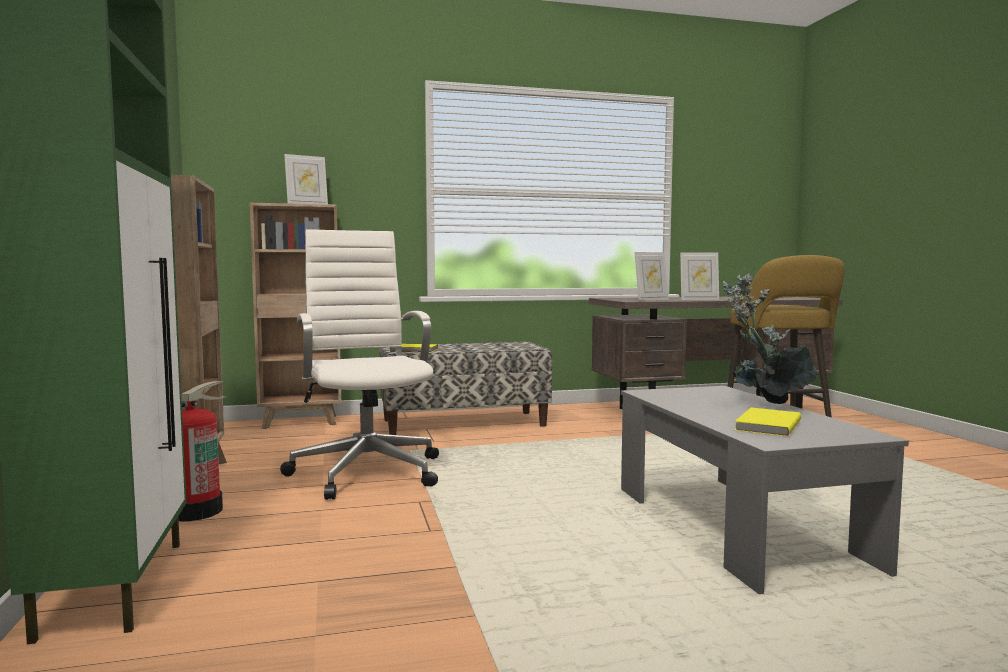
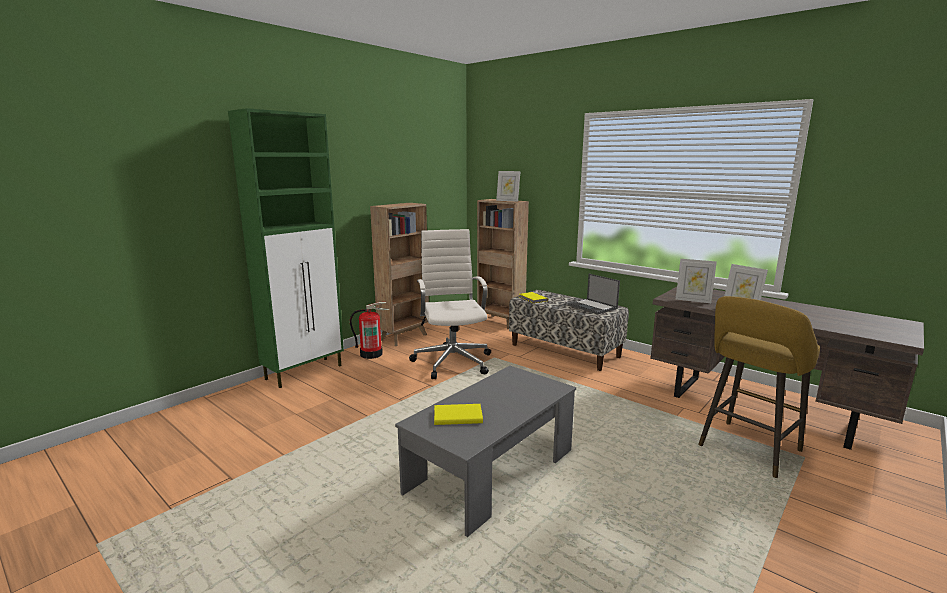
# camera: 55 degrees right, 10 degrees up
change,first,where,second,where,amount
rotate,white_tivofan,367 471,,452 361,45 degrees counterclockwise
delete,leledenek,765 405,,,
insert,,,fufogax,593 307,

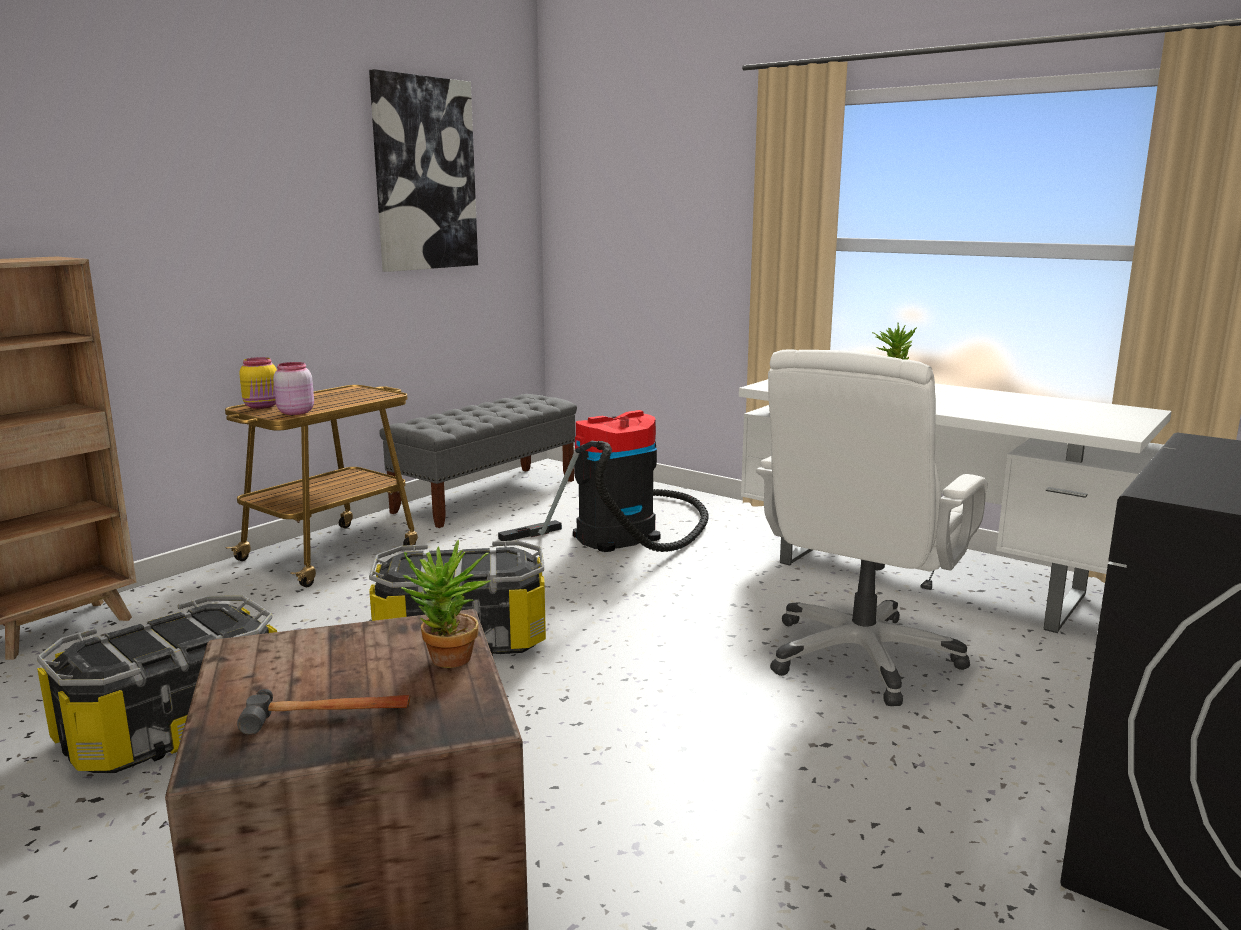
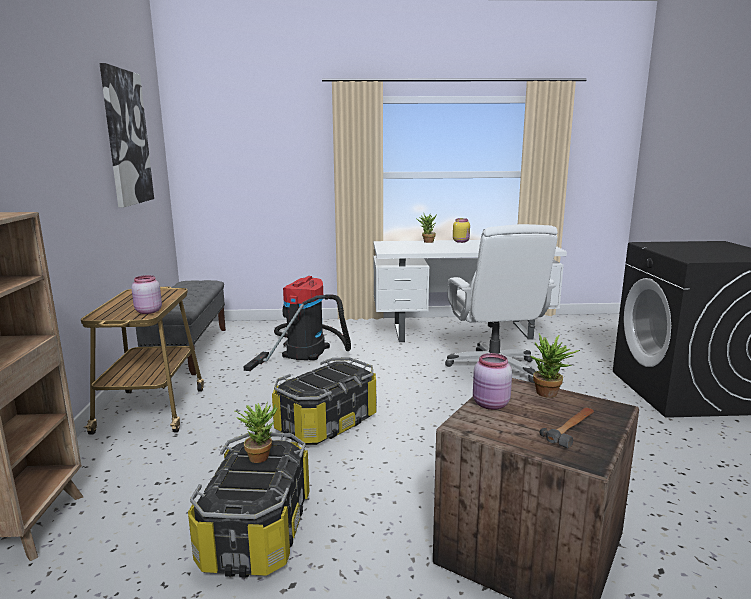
# camera: 40 degrees left, 0 degrees up
change,first,where,second,where,amount
move,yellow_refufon,262 406,,461 241,
insert,,,pink_refufon,491 405,
insert,,,leledenek,260 455,

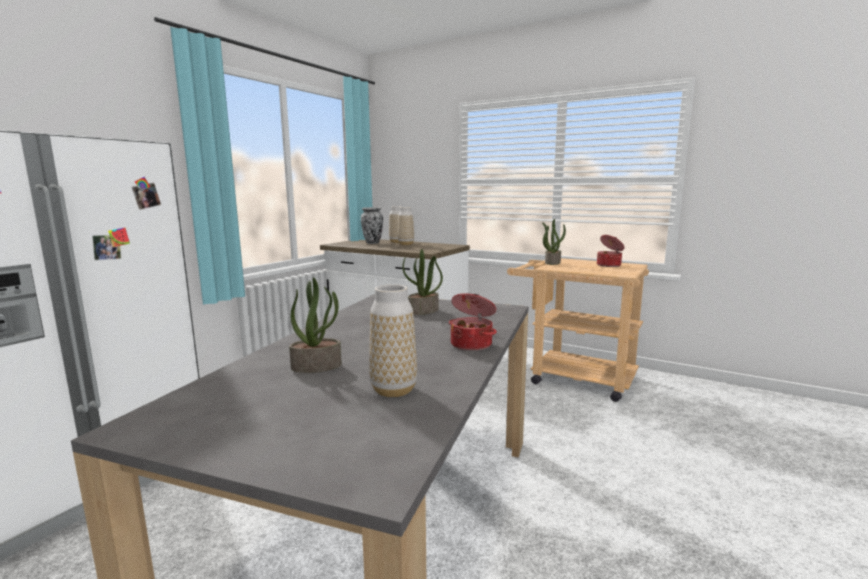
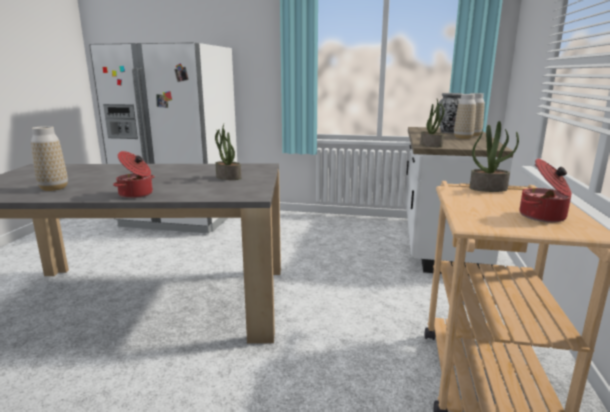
# camera: 70 degrees right, 5 degrees up
change,first,where,second,where,amount
move,leledenek,317 366,,431 145,

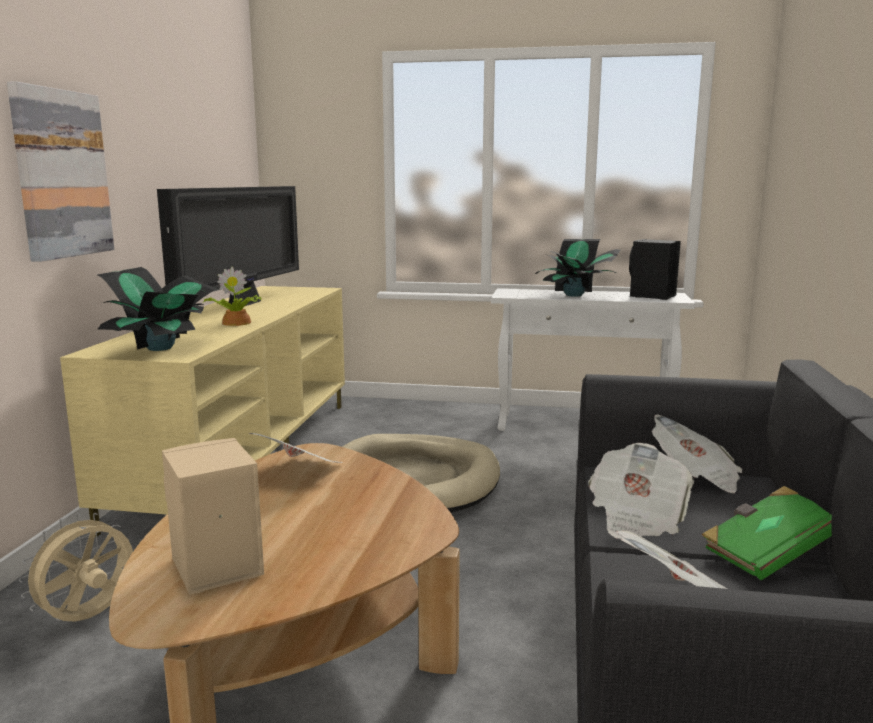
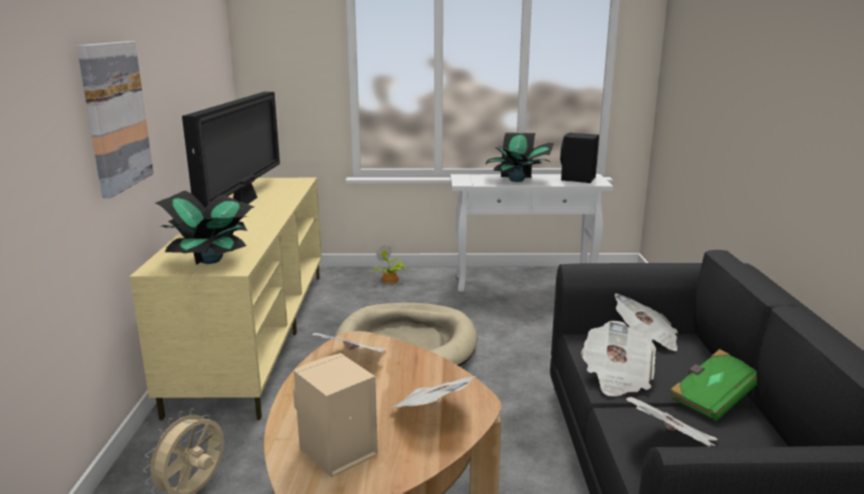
# camera: 10 degrees left, 5 degrees up
change,first,where,second,where,amount
move,leledenek,235 323,,390 280,
insert,,,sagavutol,432 412,

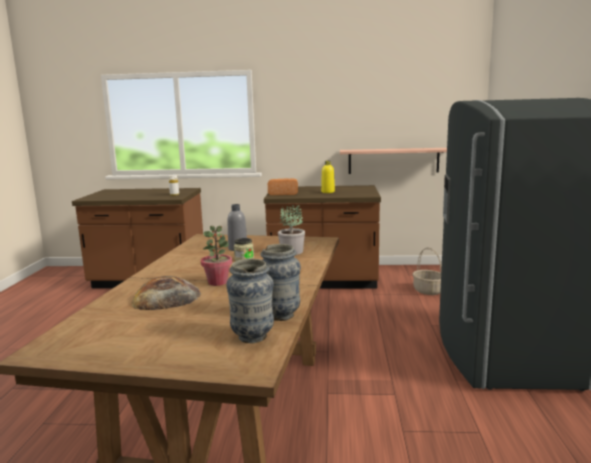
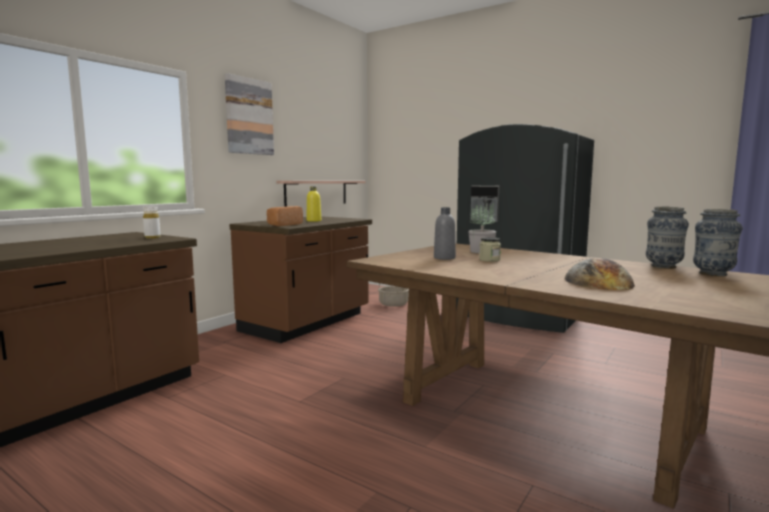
# camera: 60 degrees left, 5 degrees down
change,first,where,second,where,amount
delete,leledenek,218 282,,,
insert,,,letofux,249 116,

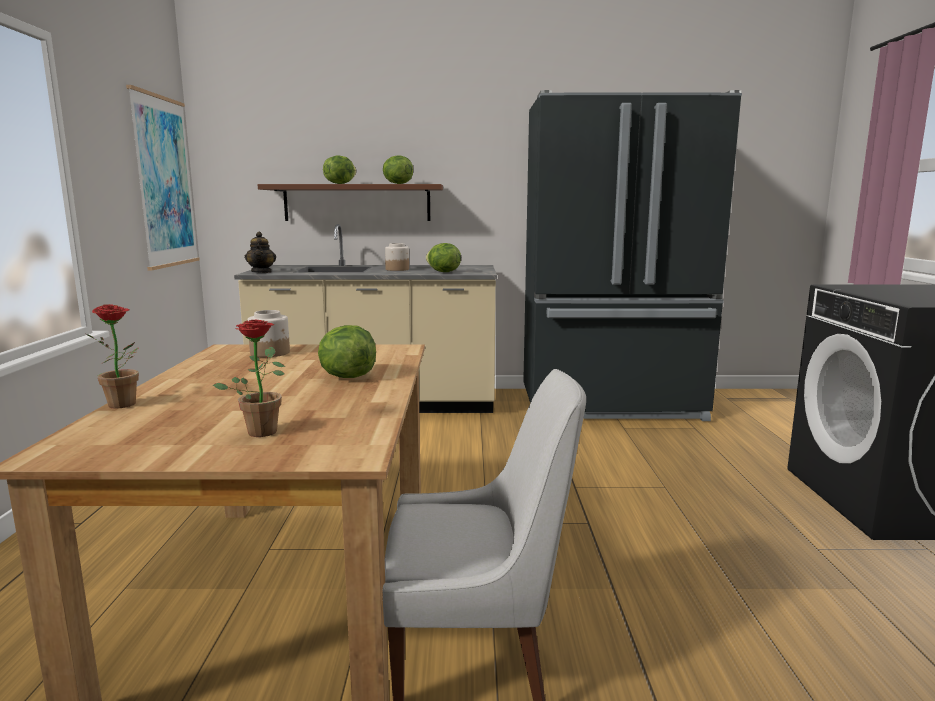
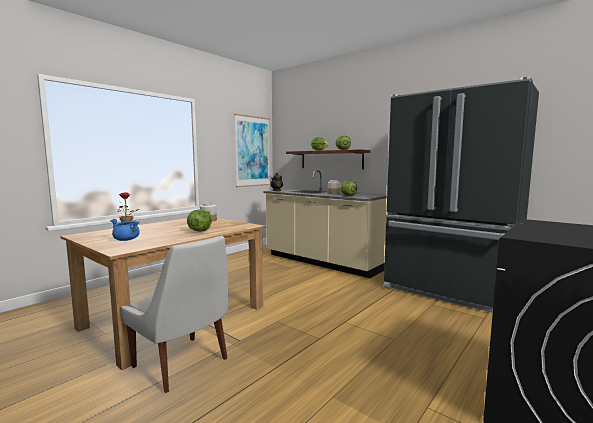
# camera: 40 degrees right, 5 degrees down
change,first,where,second,where,amount
replace,leledenek,262 430,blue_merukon,127 240,

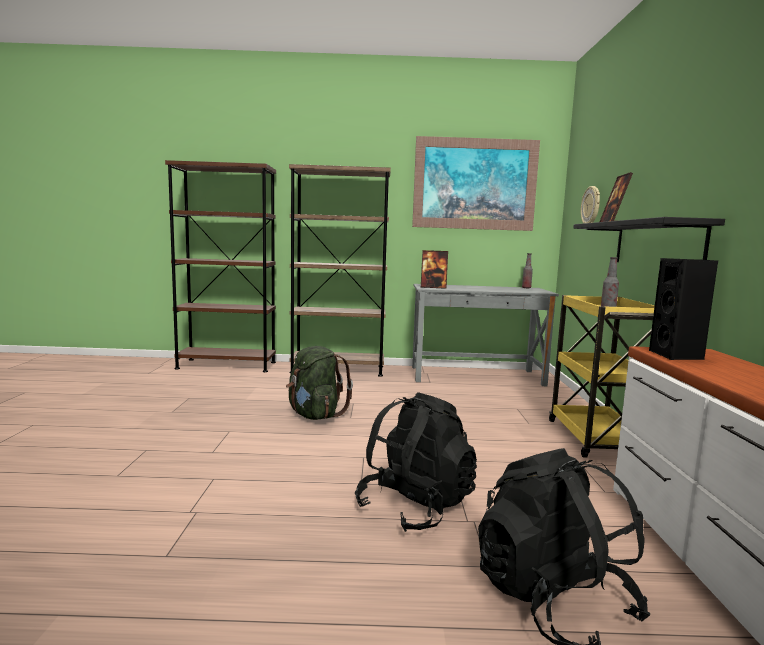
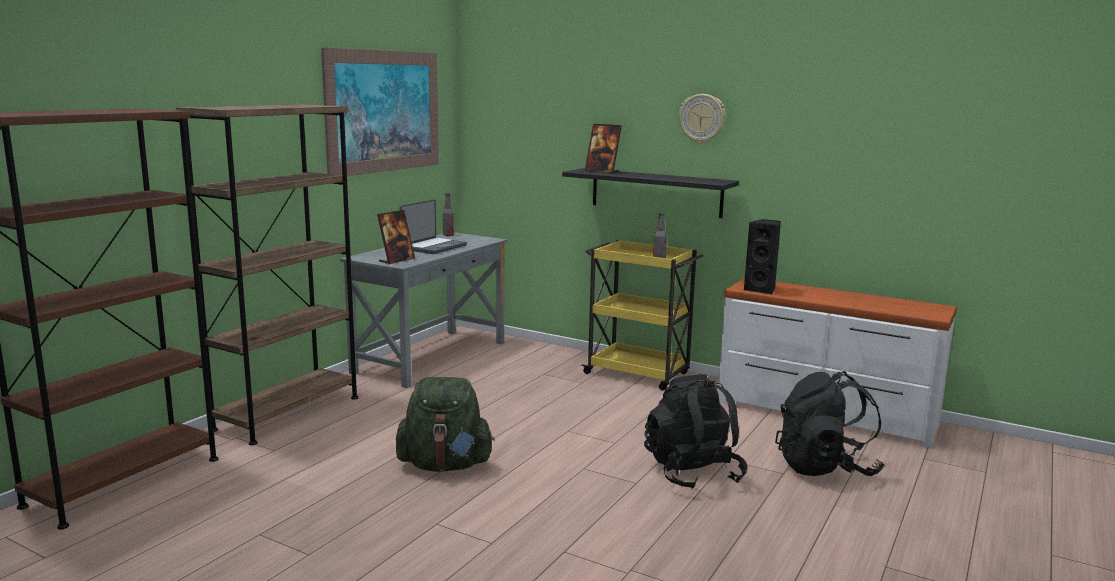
# camera: 60 degrees left, 5 degrees up
change,first,where,second,where,amount
move,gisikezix,591 206,,702 118,
insert,,,fufogax,433 247,

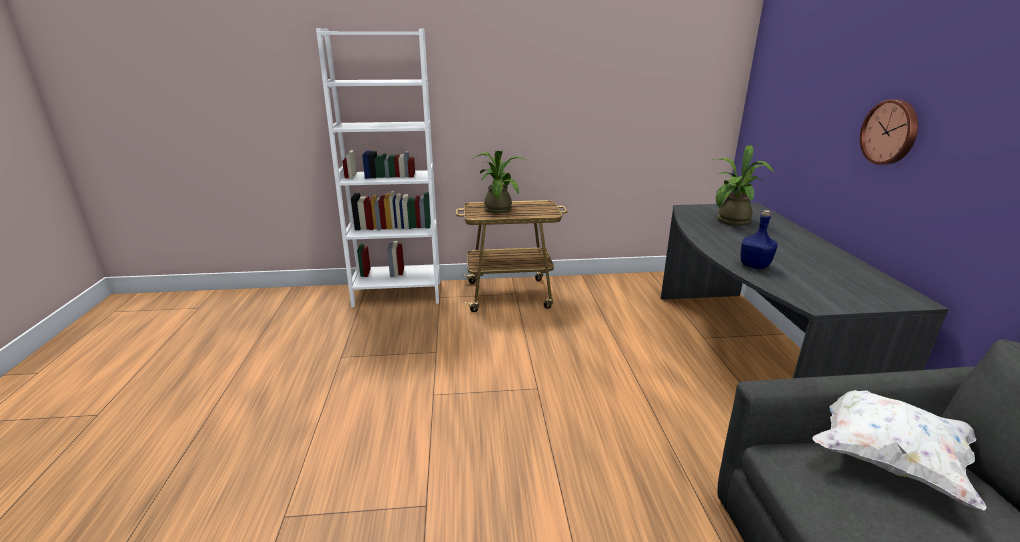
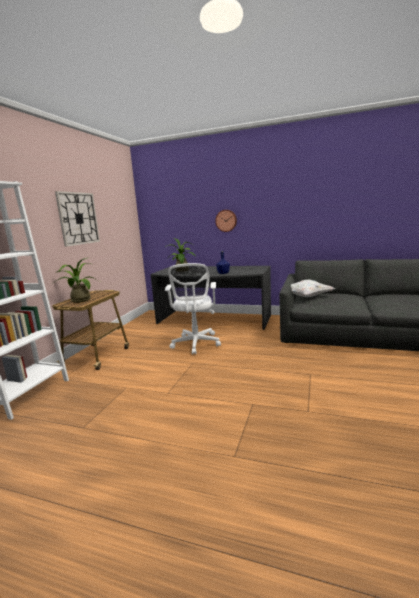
# camera: 65 degrees left, 10 degrees down
change,first,where,second,where,amount
insert,,,gisikezix,78 218,
insert,,,white_tivofan,196 344,

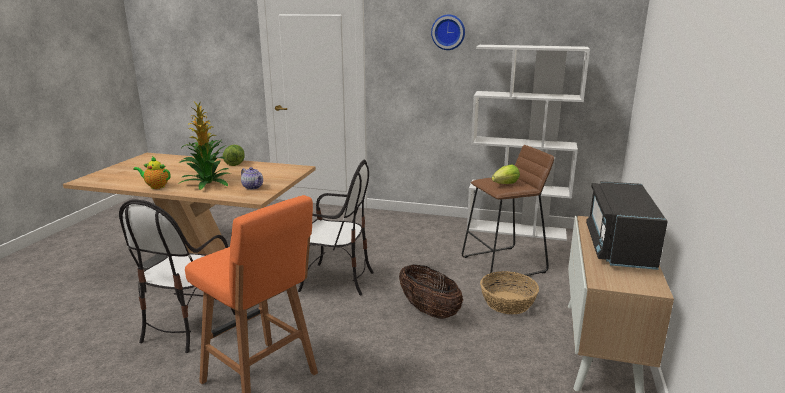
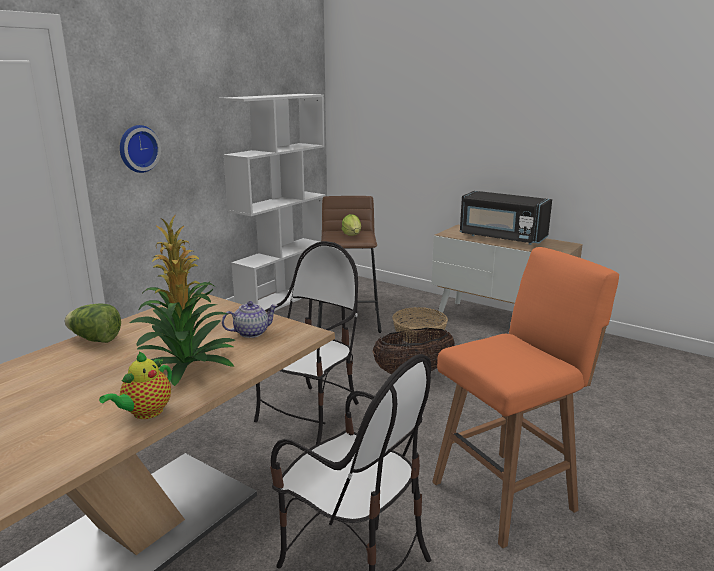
# camera: 70 degrees left, 0 degrees up
change,first,where,second,where,amount
move,gisikezix,448 32,,137 148,

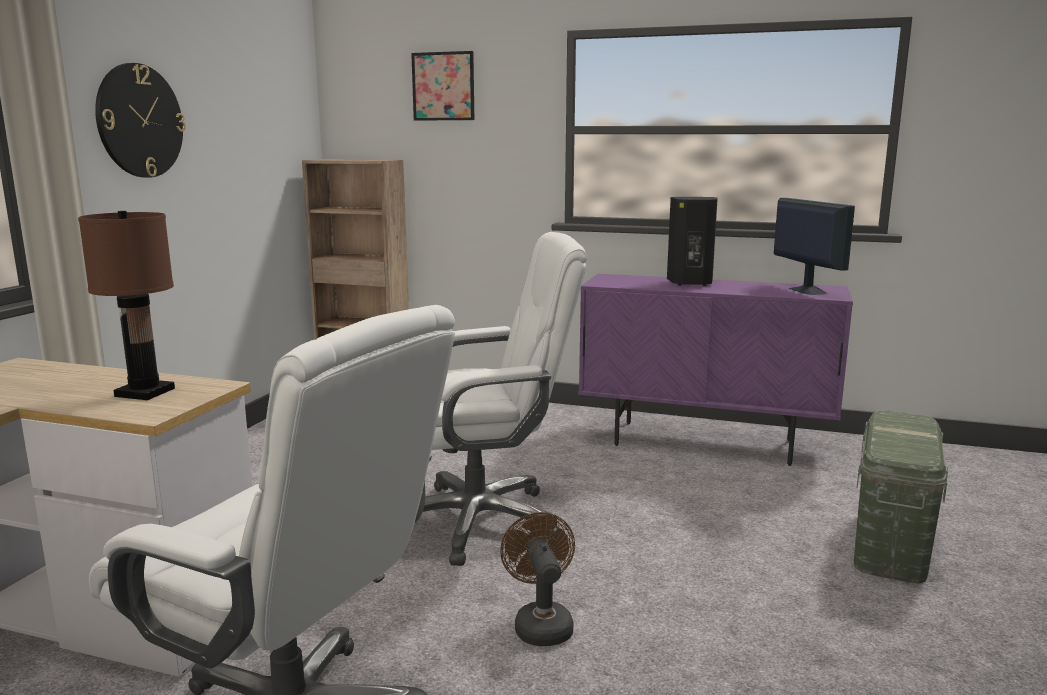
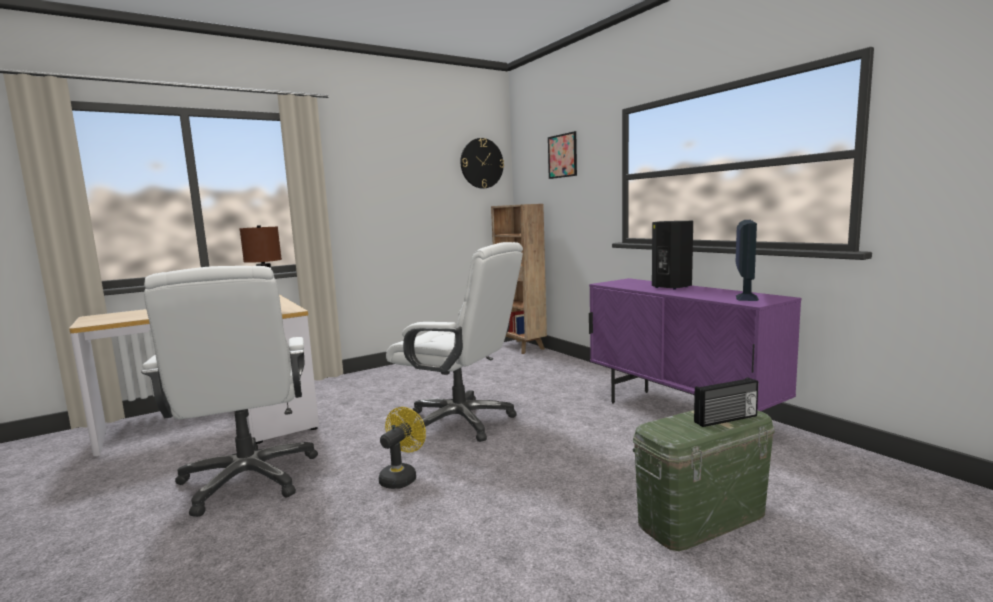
# camera: 40 degrees right, 5 degrees down
change,first,where,second,where,amount
move,gisikezix,139 121,,481 163,
recolor,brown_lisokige,541 623,yellow_lisokige,401 477,
insert,,,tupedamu,726 419,

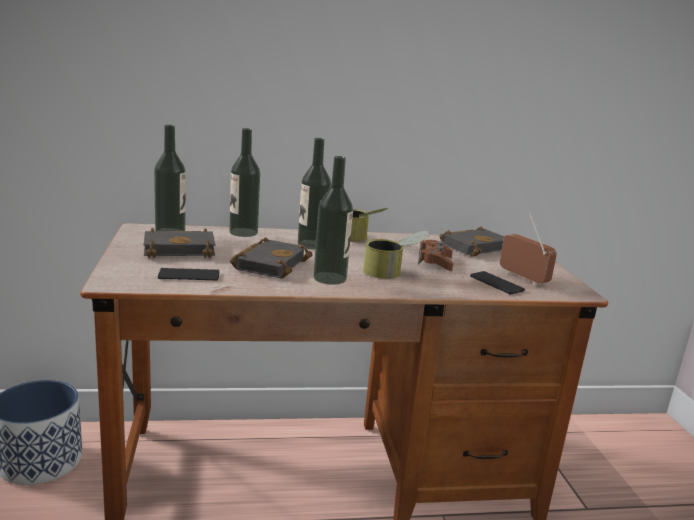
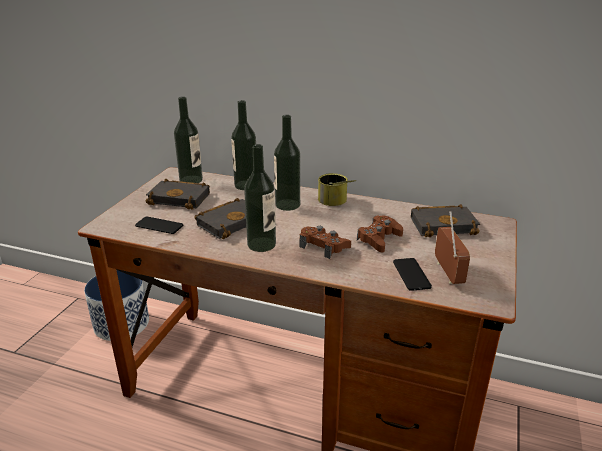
# camera: 30 degrees right, 10 degrees up
change,first,where,second,where,amount
replace,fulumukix,393 273,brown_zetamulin,324 246,

